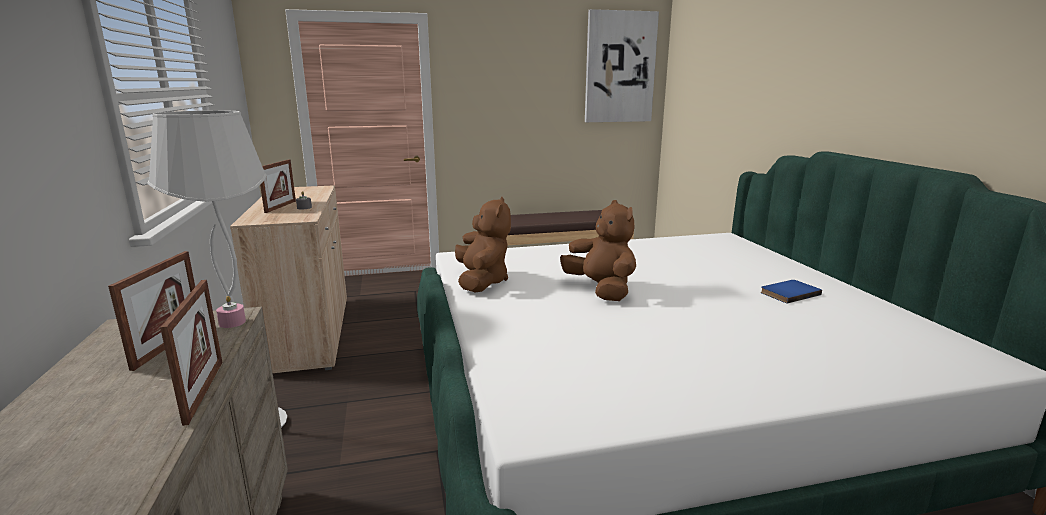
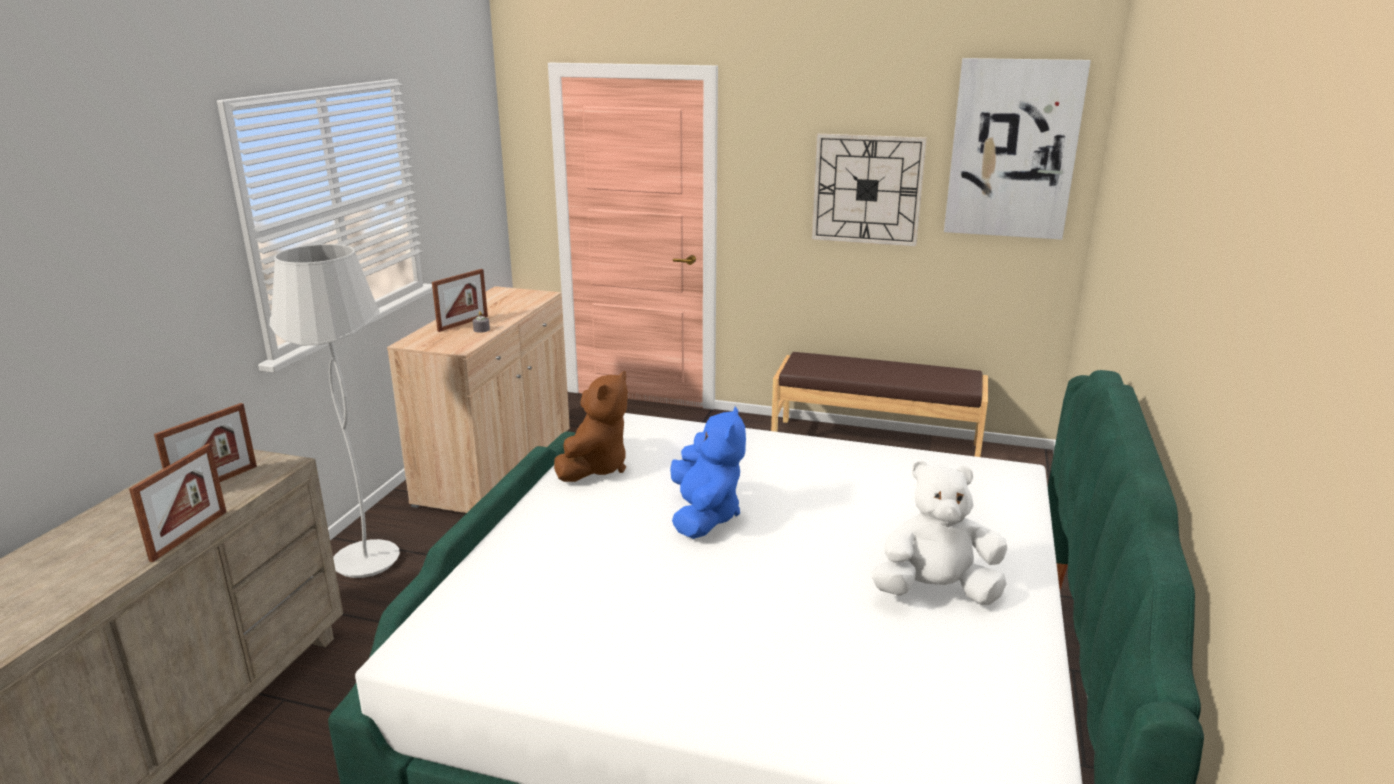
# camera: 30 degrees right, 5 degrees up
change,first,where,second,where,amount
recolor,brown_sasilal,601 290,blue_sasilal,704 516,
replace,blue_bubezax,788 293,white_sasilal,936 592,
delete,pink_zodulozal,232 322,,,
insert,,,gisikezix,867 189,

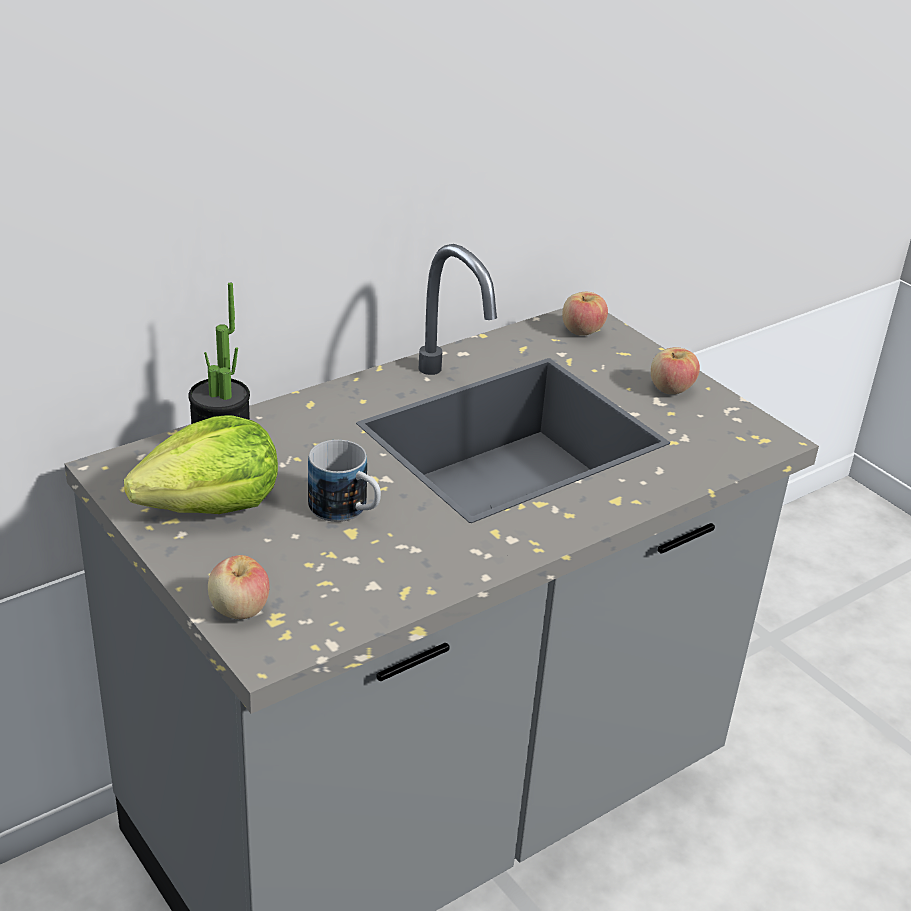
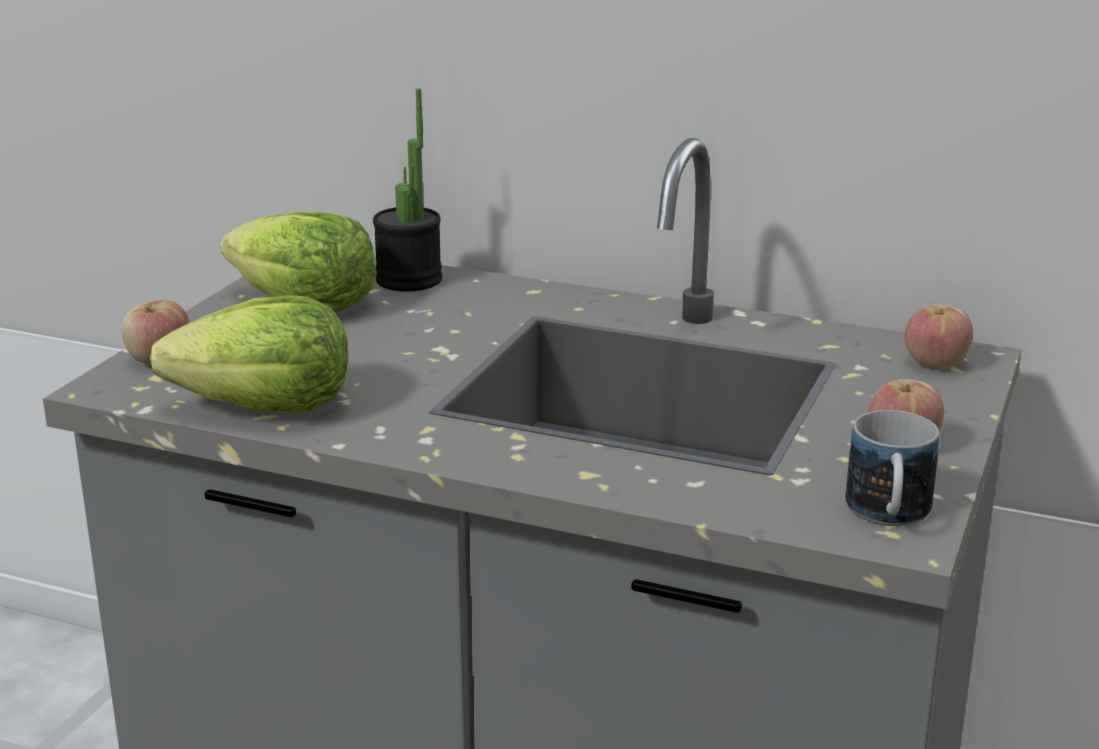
# camera: 60 degrees right, 10 degrees down
change,first,where,second,where,amount
move,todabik,347 511,,888 516,
insert,,,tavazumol,266 407,

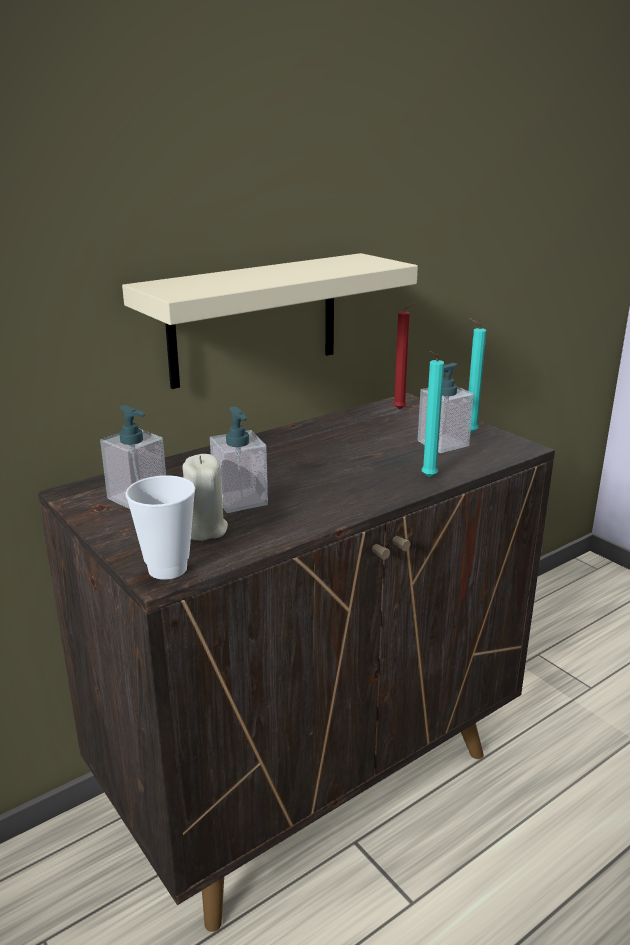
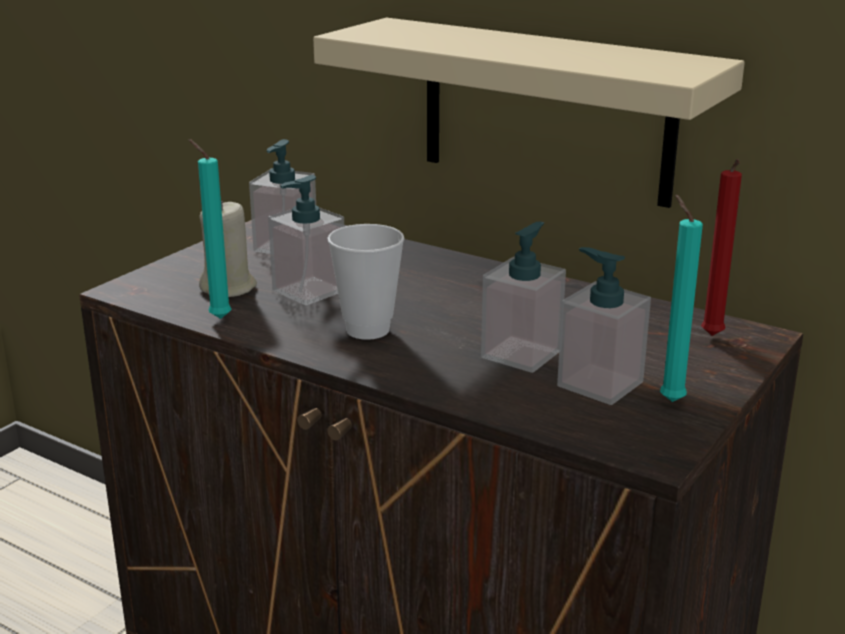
# camera: 70 degrees right, 0 degrees up
change,first,where,second,where,amount
move,turquoise_zodulozal,427 478,,217 318,
move,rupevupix,167 569,,368 330,
insert,,,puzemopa,521 354,

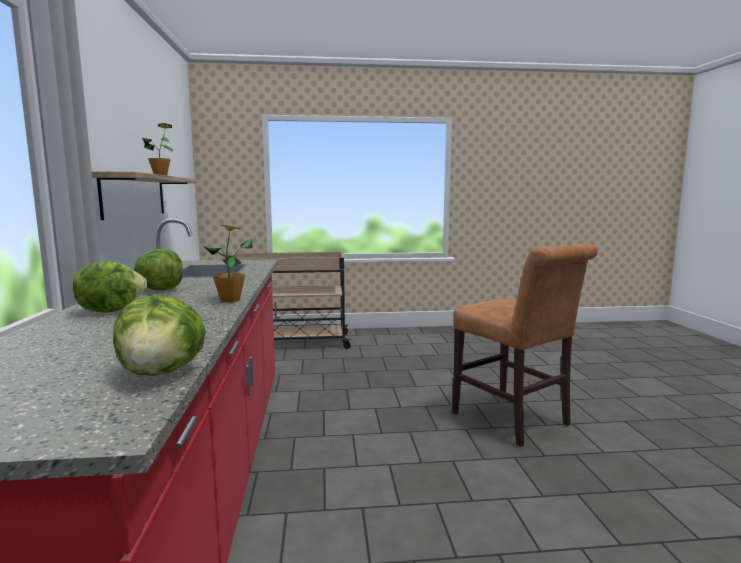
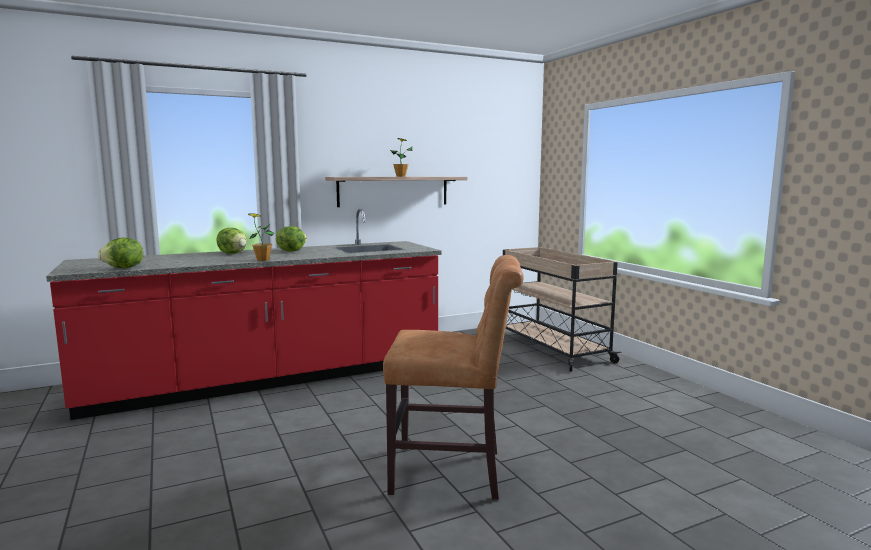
# camera: 70 degrees right, 0 degrees up
change,first,where,second,where,amount
rotate,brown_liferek,514 421,,453 473,120 degrees counterclockwise

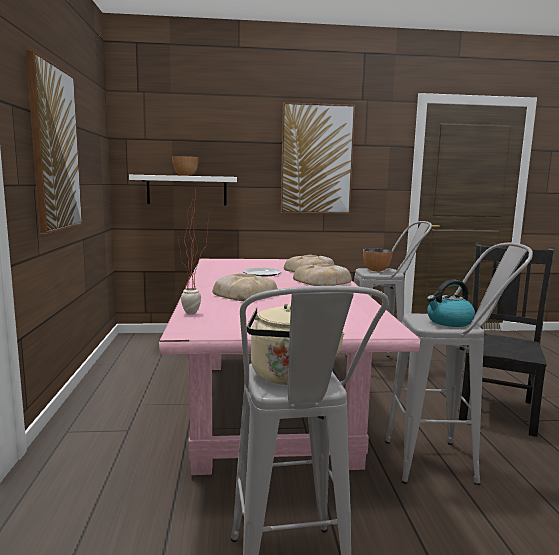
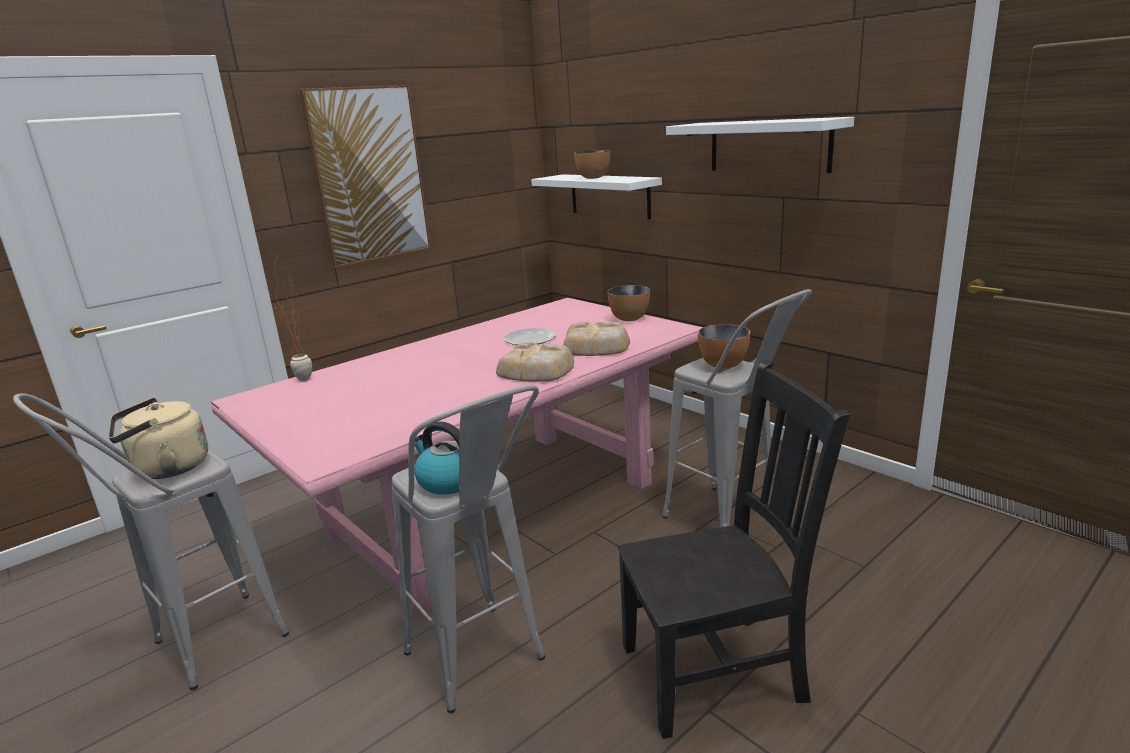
# camera: 55 degrees right, 10 degrees up
change,first,where,second,where,amount
replace,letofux,316 159,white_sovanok,769 146,
delete,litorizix,244 294,,,
insert,,,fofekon,629 319,

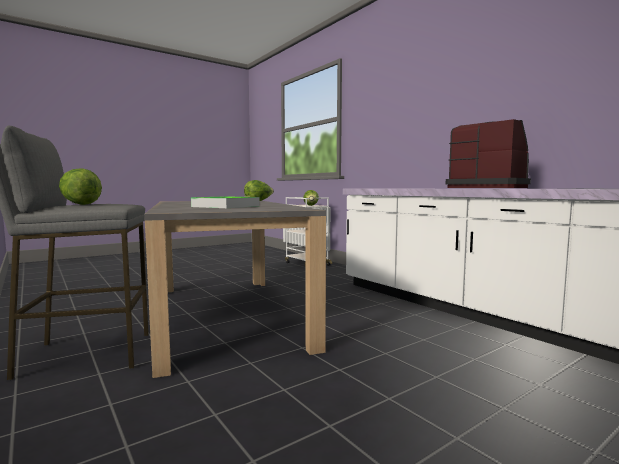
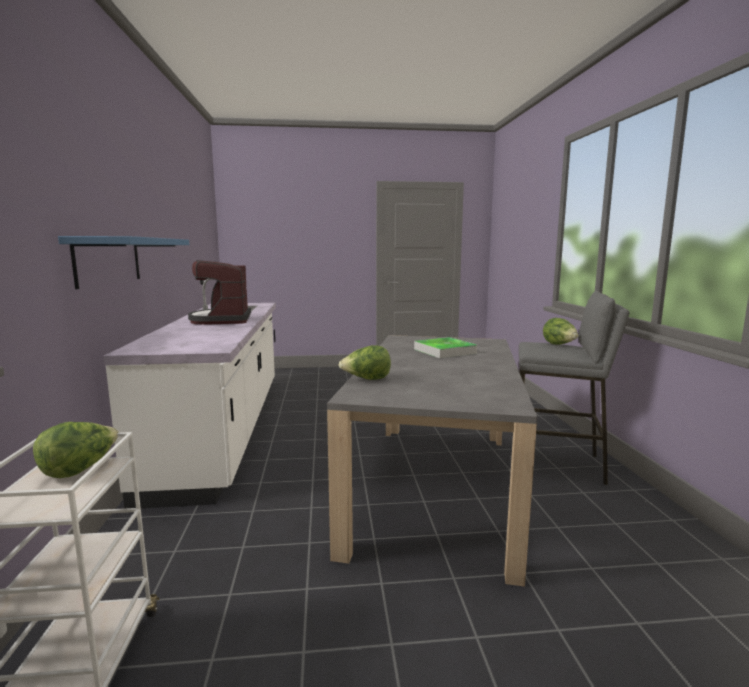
# camera: 150 degrees left, 5 degrees up
change,first,where,second,where,amount
insert,,,blue_sovanok,109 260,

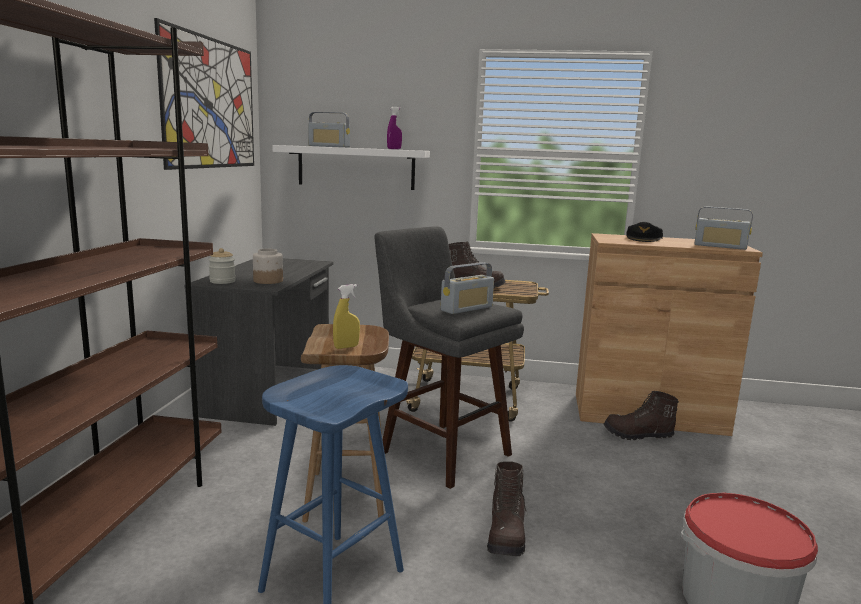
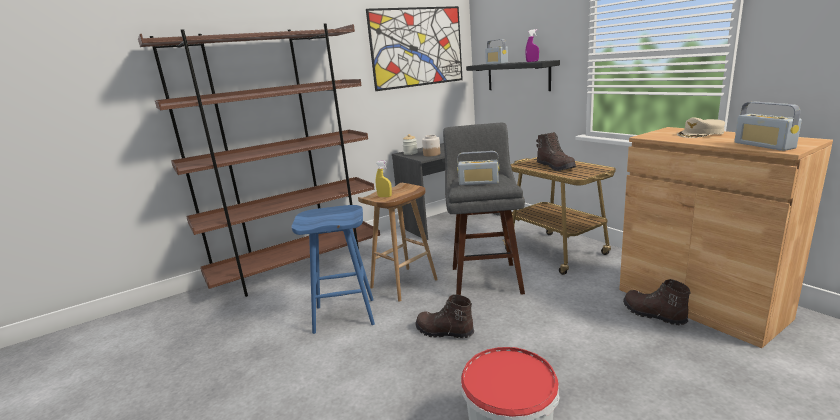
# camera: 50 degrees right, 5 degrees up
change,first,where,second,where,amount
recolor,white_sovanok,356 167,black_sovanok,517 76,
recolor,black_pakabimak,644 238,beige_pakabimak,701 134,
rotate,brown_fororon,506 535,,444 332,60 degrees clockwise

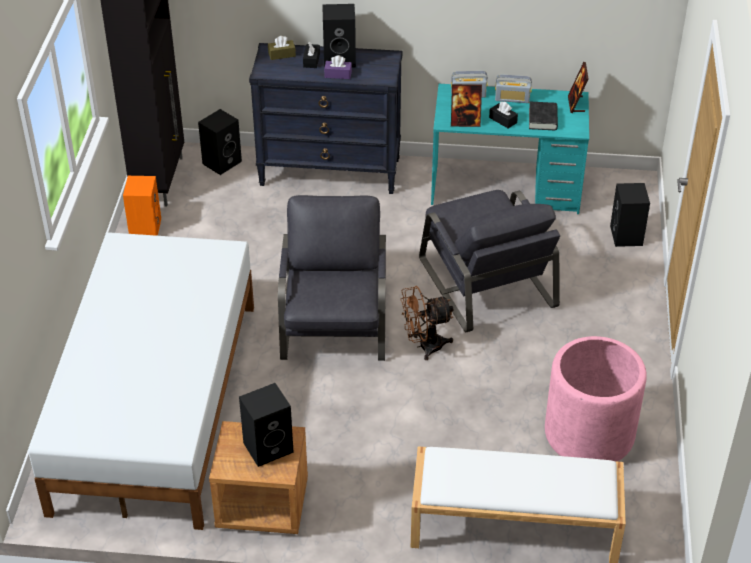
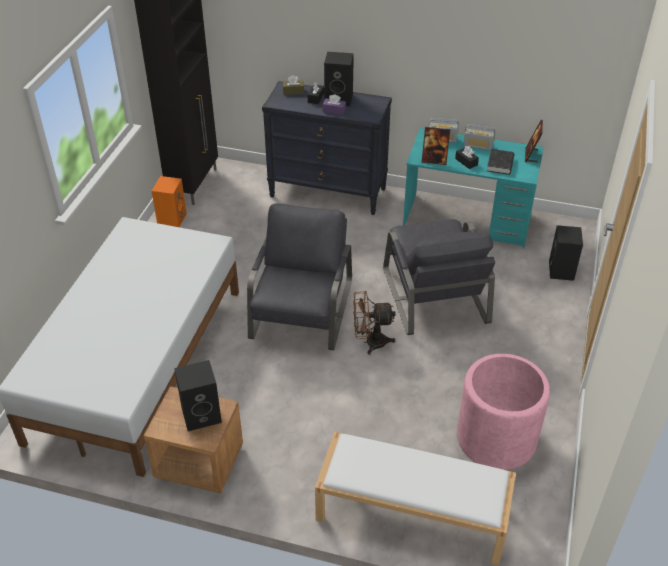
# camera: 10 degrees right, 0 degrees up
change,first,where,second,where,amount
delete,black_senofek,222 162,,,

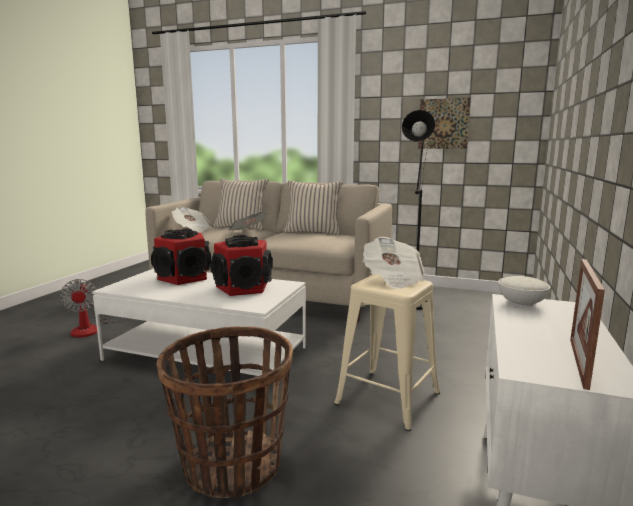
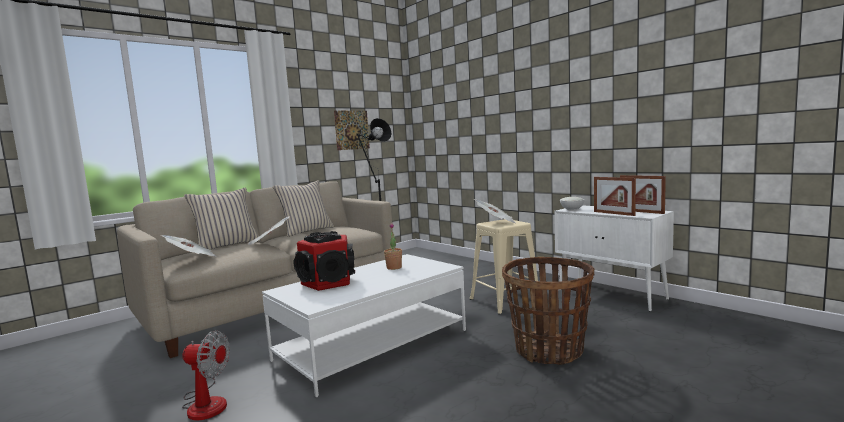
# camera: 60 degrees left, 5 degrees down
change,first,where,second,where,amount
replace,senofek,243 287,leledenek,394 267,
insert,,,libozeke,613 213,

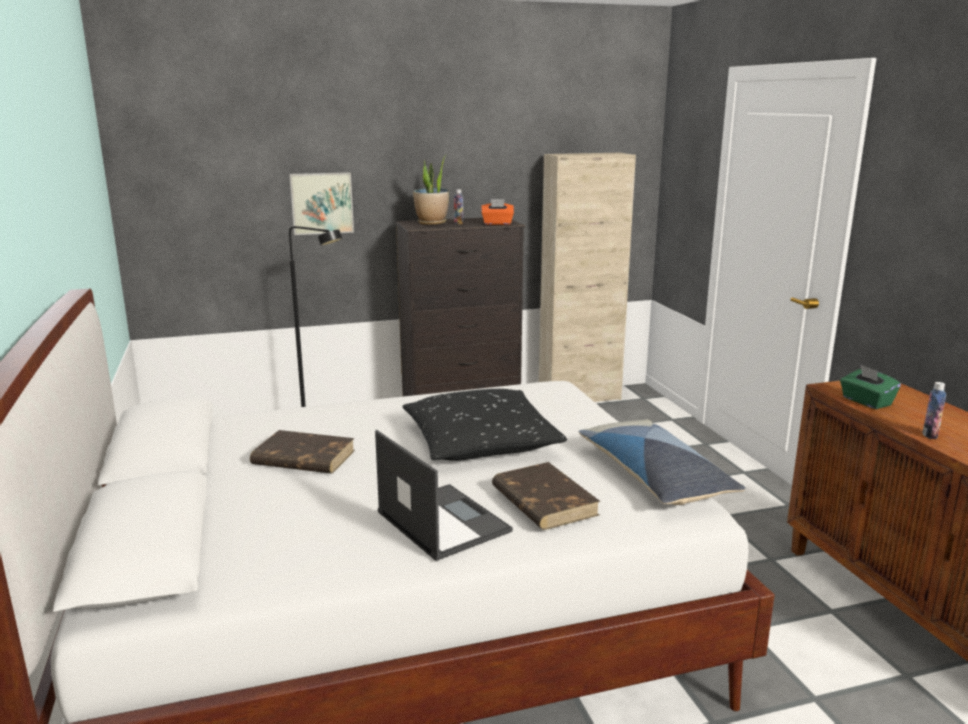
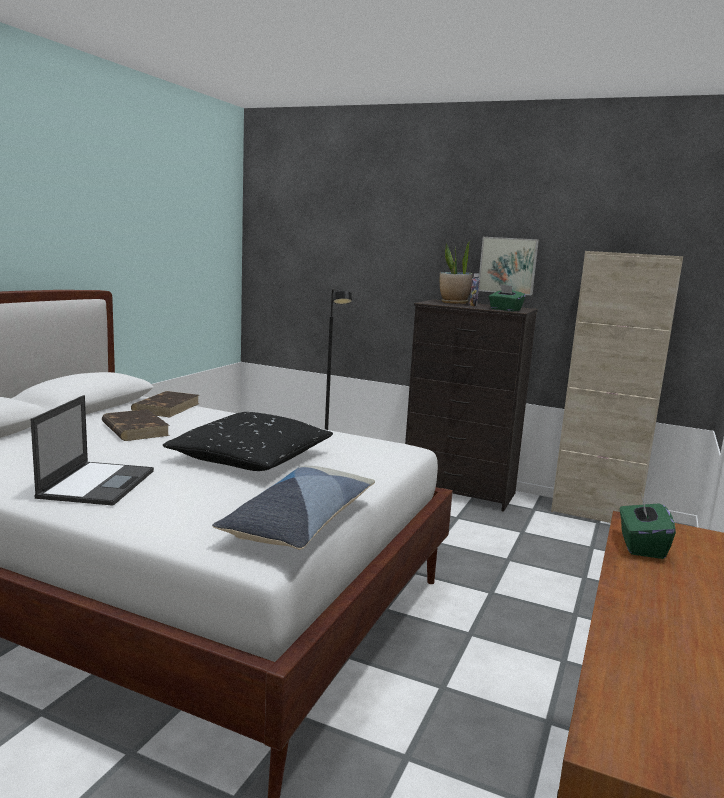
# camera: 40 degrees right, 5 degrees down
change,first,where,second,where,amount
move,letofux,321 203,,508 265,
recolor,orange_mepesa,497 224,green_mepesa,505 309,
delete,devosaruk,930 435,,,
move,brown_bubezax,543 500,,166 407,

